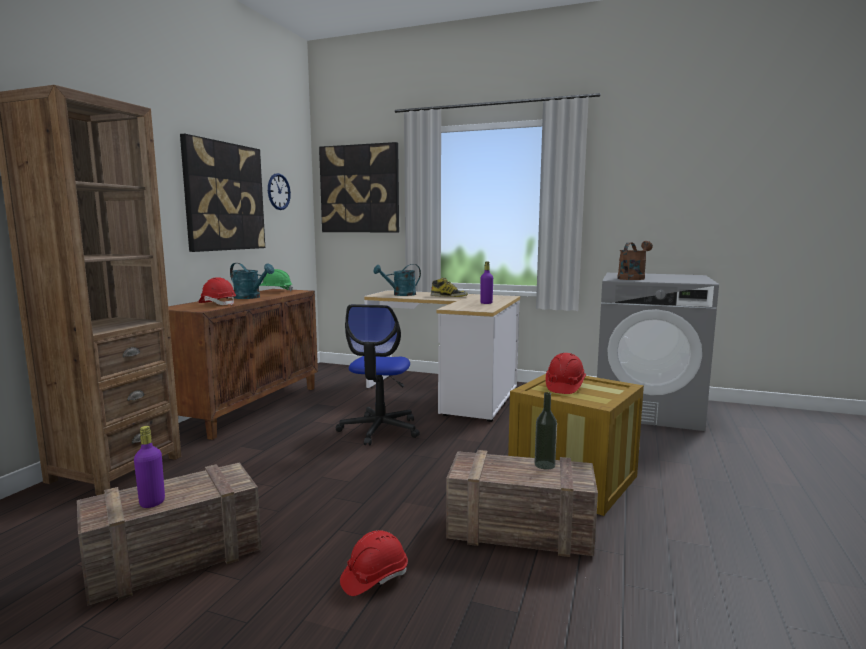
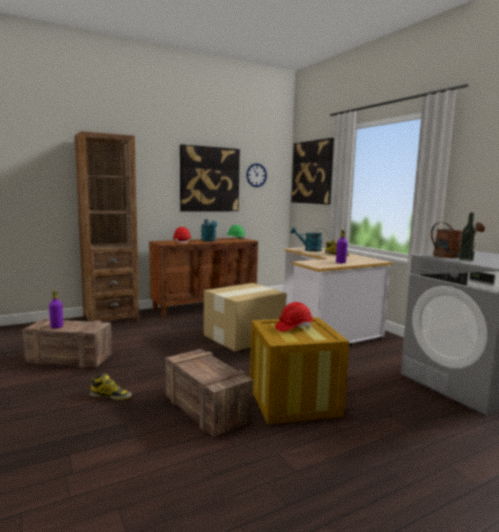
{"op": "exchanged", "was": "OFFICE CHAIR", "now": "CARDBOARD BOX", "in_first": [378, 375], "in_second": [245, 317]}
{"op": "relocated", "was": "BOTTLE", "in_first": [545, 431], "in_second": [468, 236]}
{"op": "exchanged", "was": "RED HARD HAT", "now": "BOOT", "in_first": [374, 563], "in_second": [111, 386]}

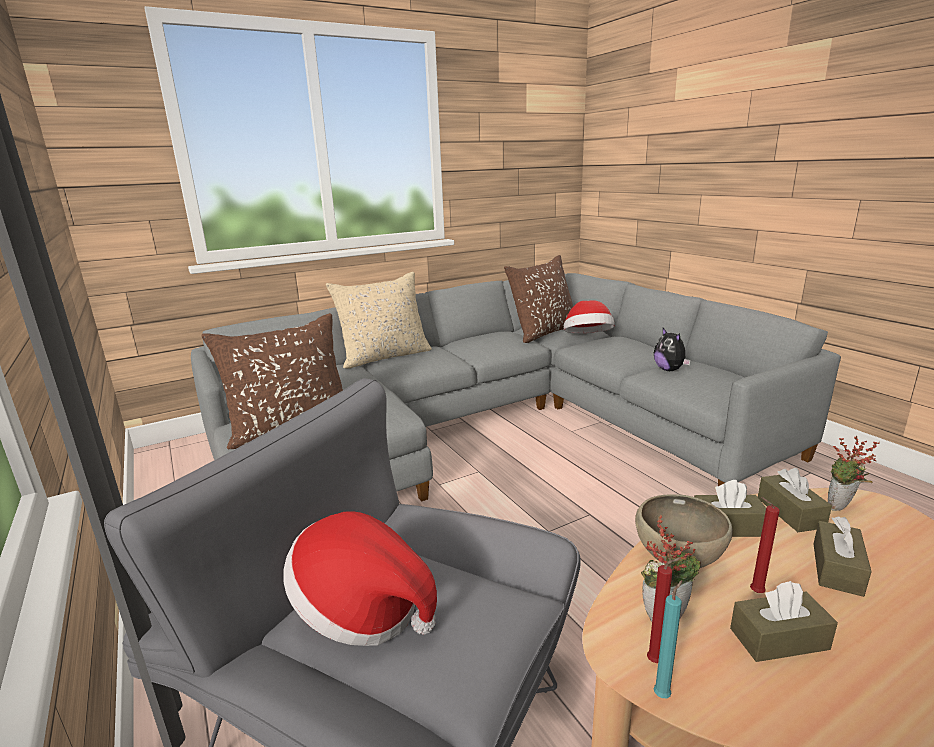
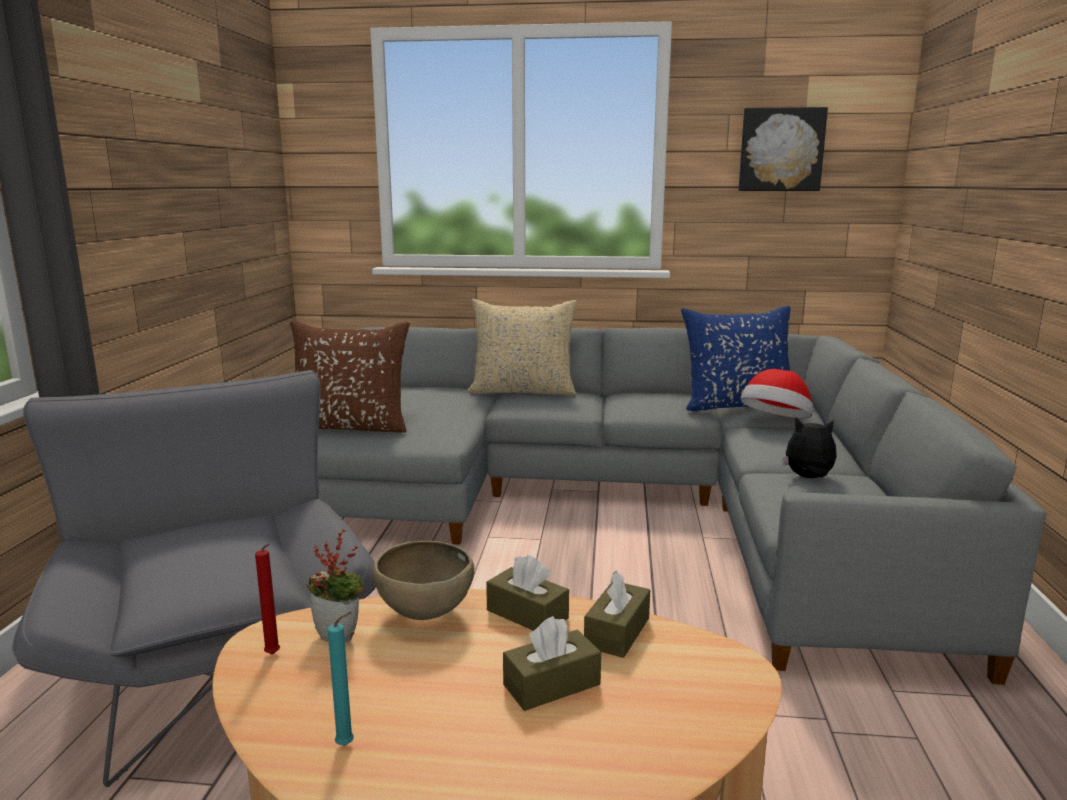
{"op": "colour", "was": "BROWN PILLOW", "now": "BLUE PILLOW", "in_first": [538, 299], "in_second": [736, 358]}
{"op": "spun", "was": "PLUSH TOY", "in_first": [672, 349], "in_second": [809, 448], "clockwise": 90}
{"op": "missing", "was": "POTTED PLANT", "in_first": [853, 473]}
{"op": "missing", "was": "RED CANDLE", "in_first": [765, 545]}
{"op": "missing", "was": "HAT", "in_first": [360, 579]}
{"op": "relocated", "was": "TURQUOISE CANDLE", "in_first": [667, 639], "in_second": [341, 678]}
{"op": "missing", "was": "BROWN TISSUE BOX", "in_first": [784, 621]}
{"op": "appeared", "now": "PICTURE", "in_second": [783, 149]}

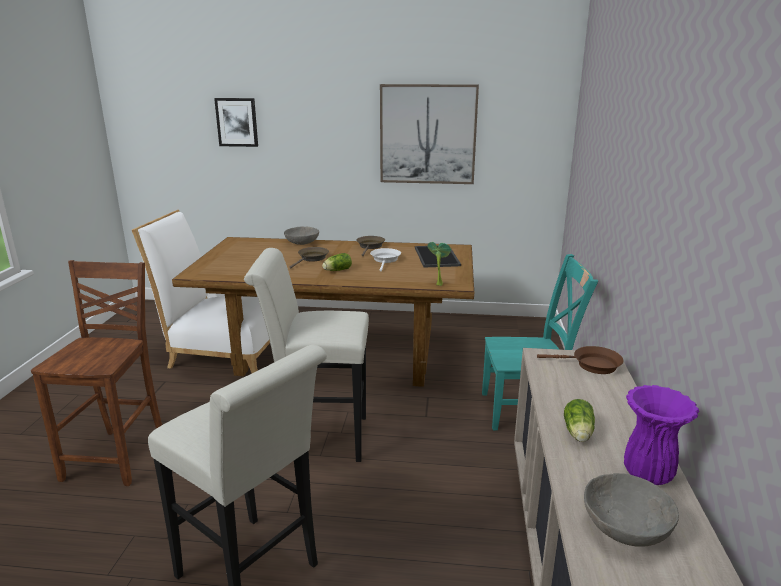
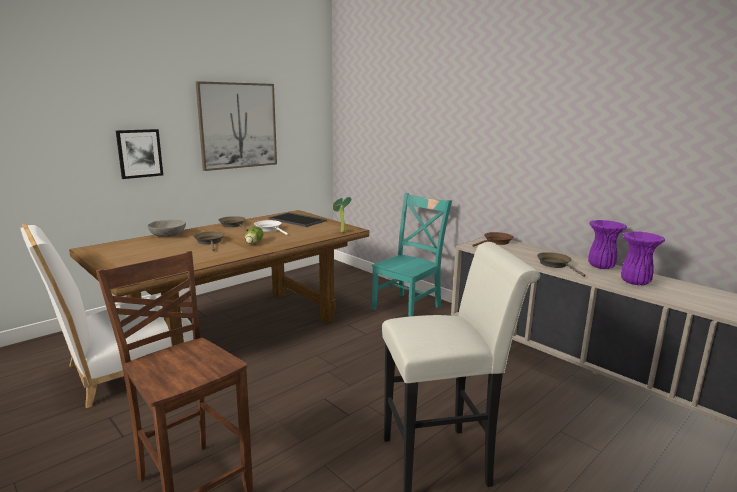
{"op": "relocated", "was": "PICTURE", "in_first": [236, 122], "in_second": [139, 154]}
{"op": "missing", "was": "WHITE STOOL", "in_first": [306, 355]}
{"op": "exchanged", "was": "LETTUCE", "now": "BROWN FRYING PAN", "in_first": [579, 420], "in_second": [561, 264]}
{"op": "exchanged", "was": "GREY BOWL", "now": "PURPLE VASE", "in_first": [631, 510], "in_second": [643, 258]}

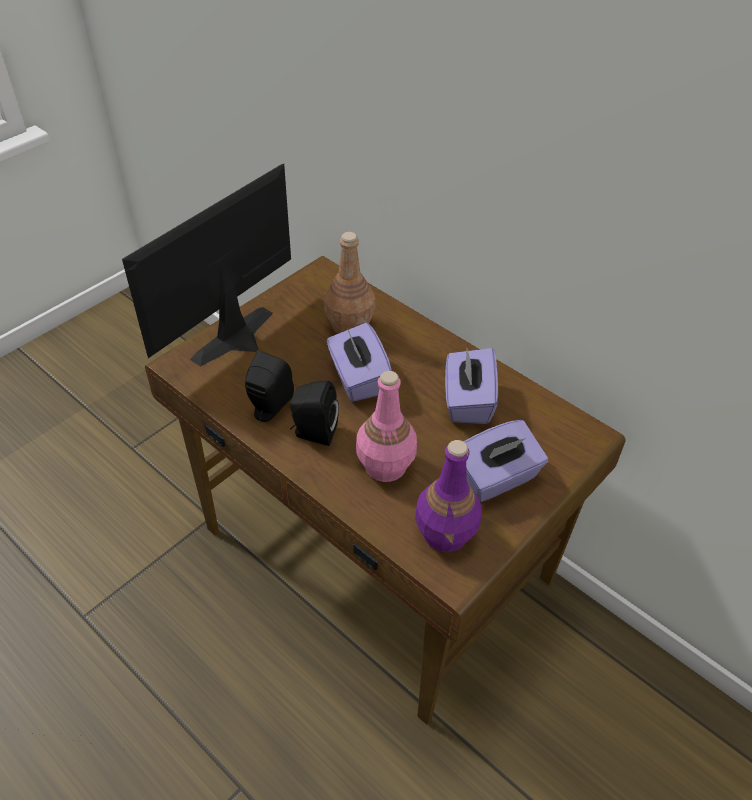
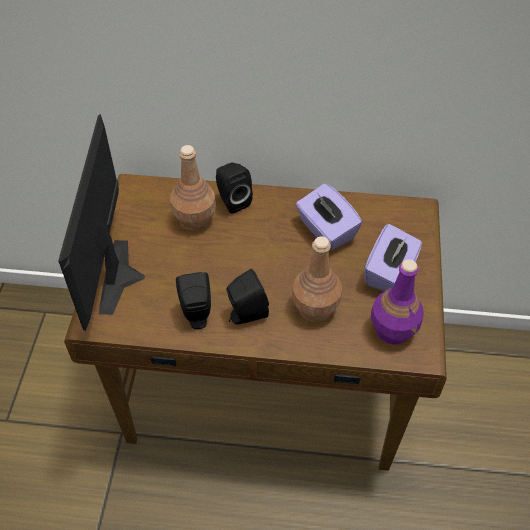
{"op": "missing", "was": "PURPLE TISSUE BOX", "in_first": [359, 362]}
{"op": "colour", "was": "PINK BOTTLE", "now": "BROWN BOTTLE", "in_first": [386, 426], "in_second": [317, 279]}
{"op": "appeared", "now": "BLACK SPEAKER", "in_second": [234, 188]}

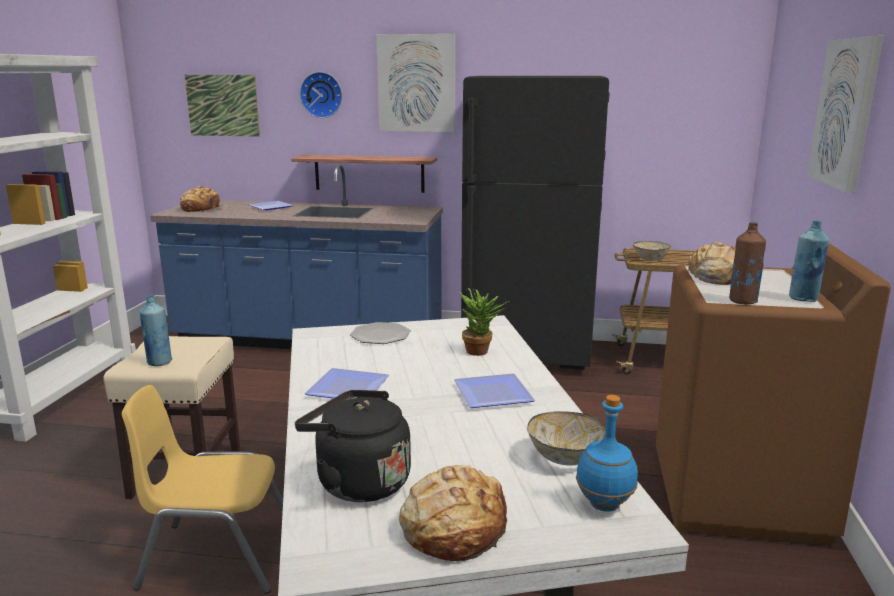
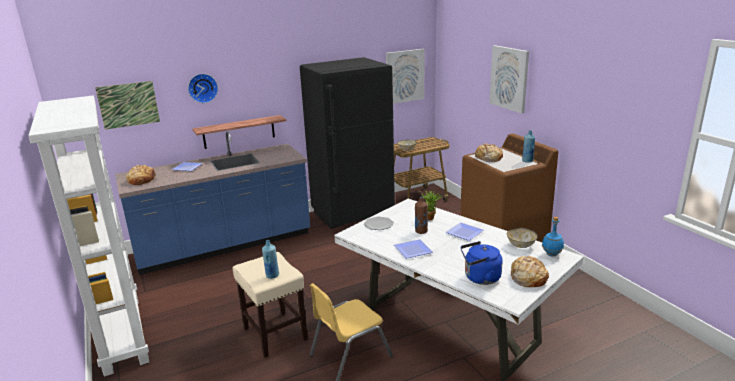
{"op": "relocated", "was": "PICTURE", "in_first": [415, 83], "in_second": [405, 76]}
{"op": "relocated", "was": "BROWN BOTTLE", "in_first": [747, 263], "in_second": [421, 215]}
{"op": "colour", "was": "BLACK KETTLE", "now": "BLUE KETTLE", "in_first": [353, 446], "in_second": [481, 263]}

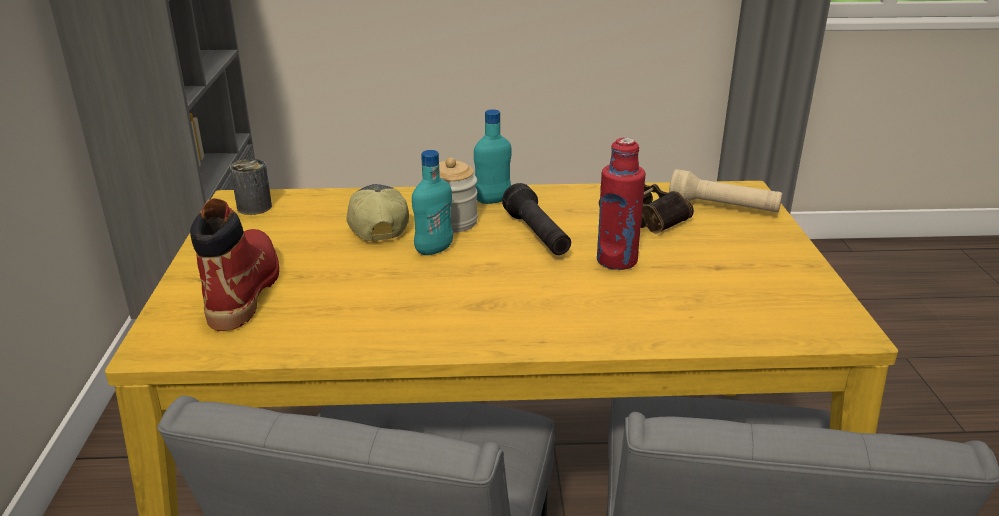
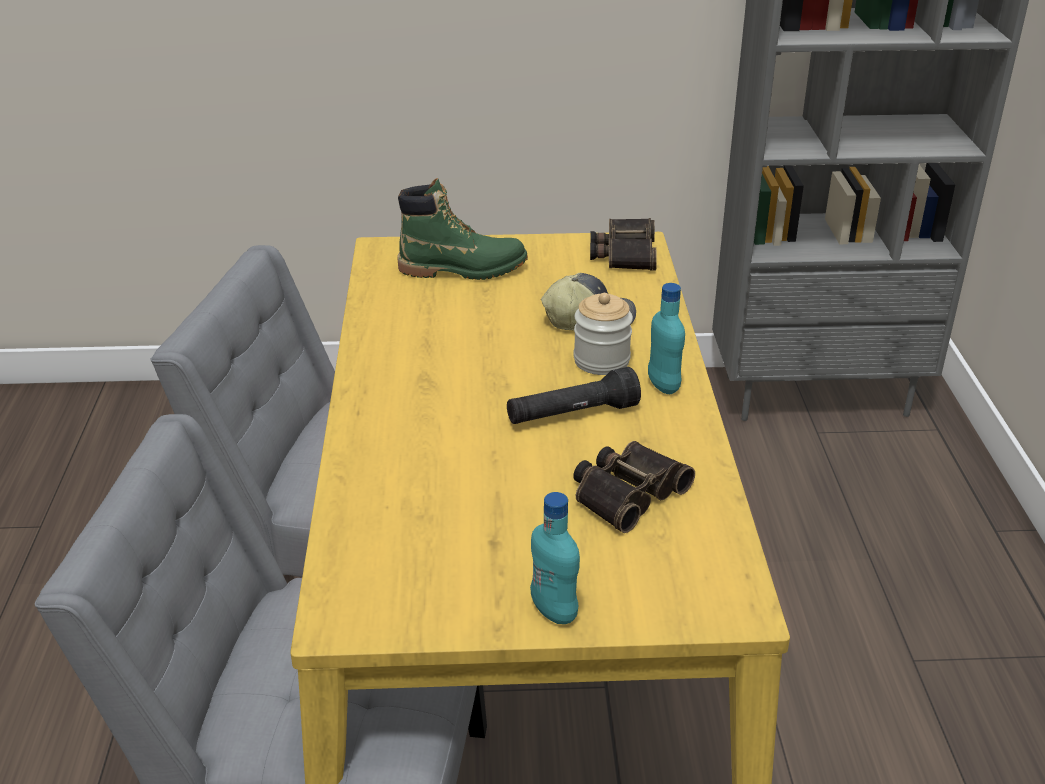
{"op": "missing", "was": "RED BOTTLE", "in_first": [621, 204]}
{"op": "relocated", "was": "TURQUOISE BOTTLE", "in_first": [432, 202], "in_second": [555, 558]}
{"op": "exchanged", "was": "CAN", "now": "BINOCULARS", "in_first": [251, 187], "in_second": [623, 244]}
{"op": "missing", "was": "BEIGE FLASHLIGHT", "in_first": [726, 190]}
{"op": "colour", "was": "RED BOOT", "now": "GREEN BOOT", "in_first": [234, 264], "in_second": [463, 229]}

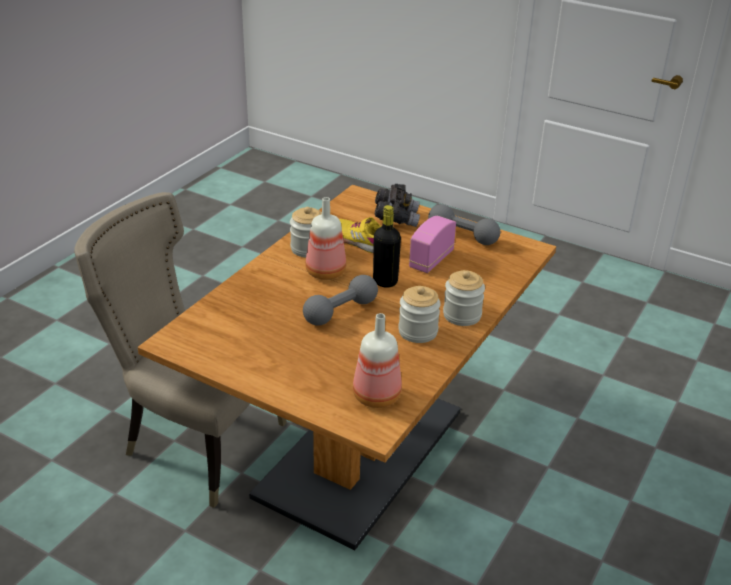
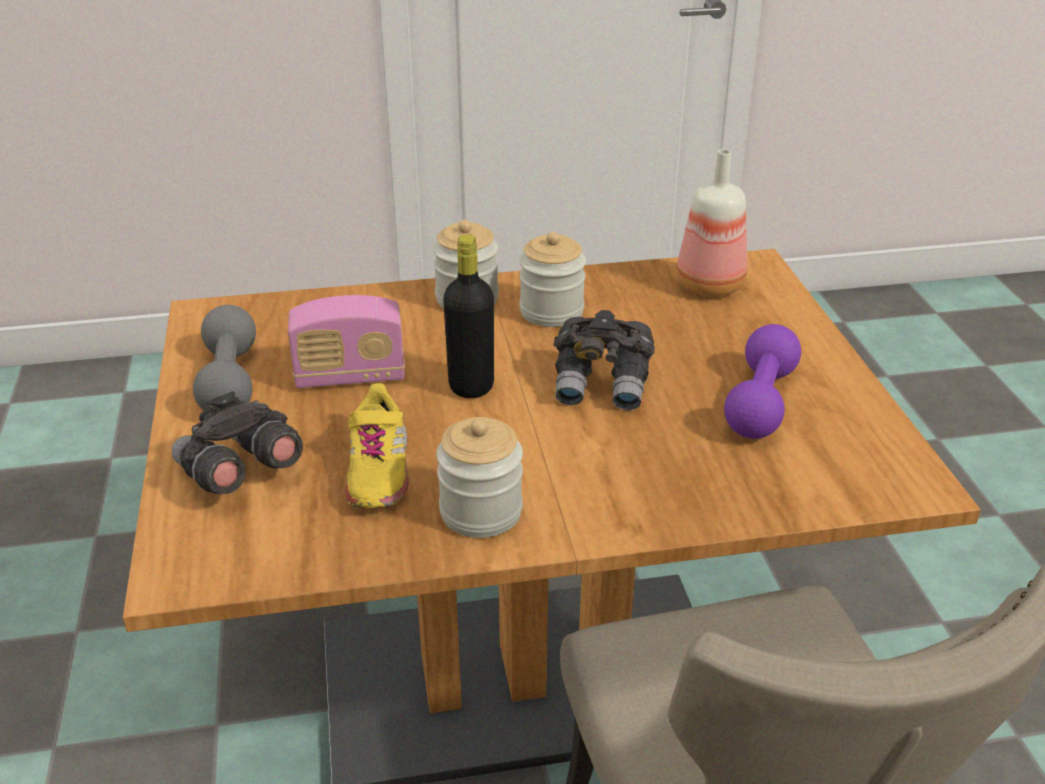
{"op": "missing", "was": "BOTTLE", "in_first": [325, 238]}
{"op": "exchanged", "was": "GREY DUMBBELL", "now": "GREY BINOCULARS", "in_first": [340, 300], "in_second": [604, 360]}
{"op": "appeared", "now": "PURPLE DUMBBELL", "in_second": [762, 381]}

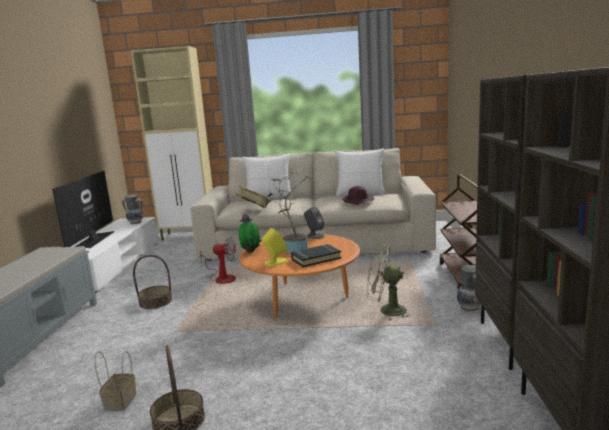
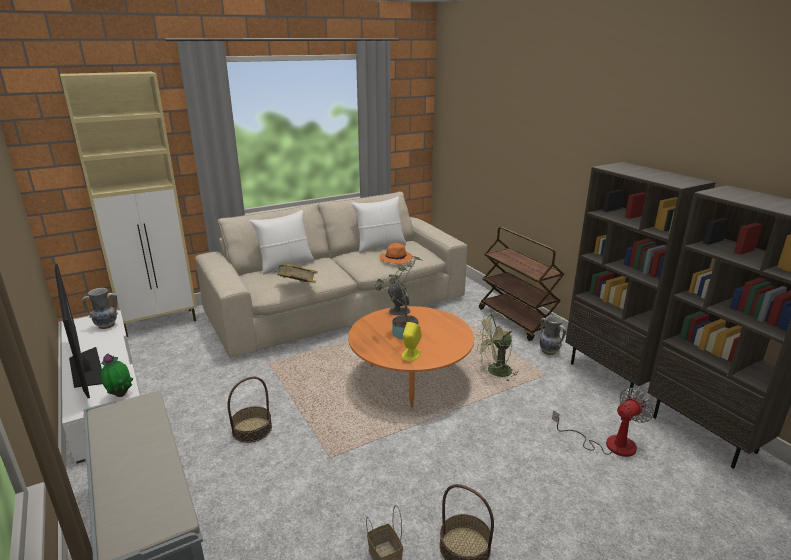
{"op": "colour", "was": "PURPLE HAT", "now": "ORANGE HAT", "in_first": [358, 195], "in_second": [396, 254]}
{"op": "relocated", "was": "POTTED PLANT", "in_first": [249, 233], "in_second": [117, 375]}
{"op": "relocated", "was": "FAN", "in_first": [218, 260], "in_second": [603, 422]}
{"op": "missing", "was": "BLACK BOOK", "in_first": [316, 255]}

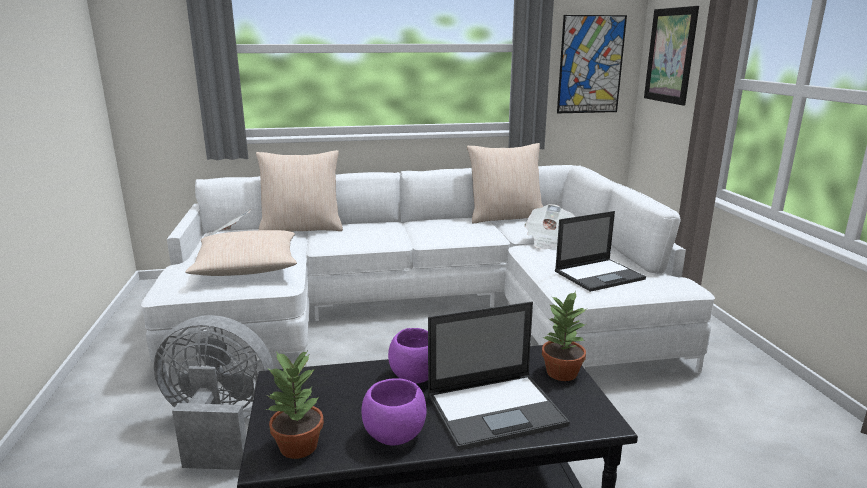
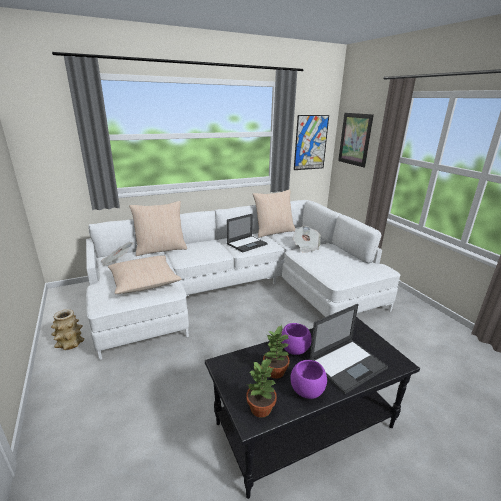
{"op": "relocated", "was": "LAPTOP", "in_first": [600, 251], "in_second": [247, 232]}
{"op": "relocated", "was": "POTTED PLANT", "in_first": [564, 336], "in_second": [276, 352]}
{"op": "missing", "was": "GREY FAN", "in_first": [213, 392]}
{"op": "appeared", "now": "VASE", "in_second": [67, 329]}

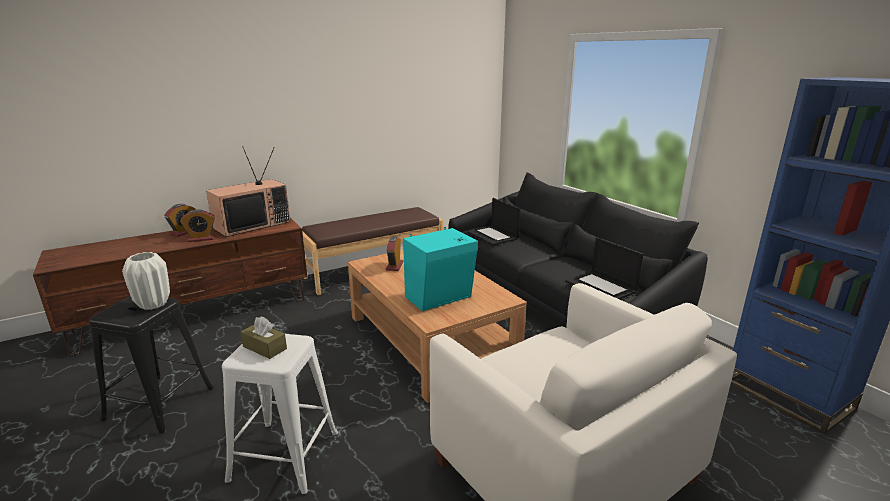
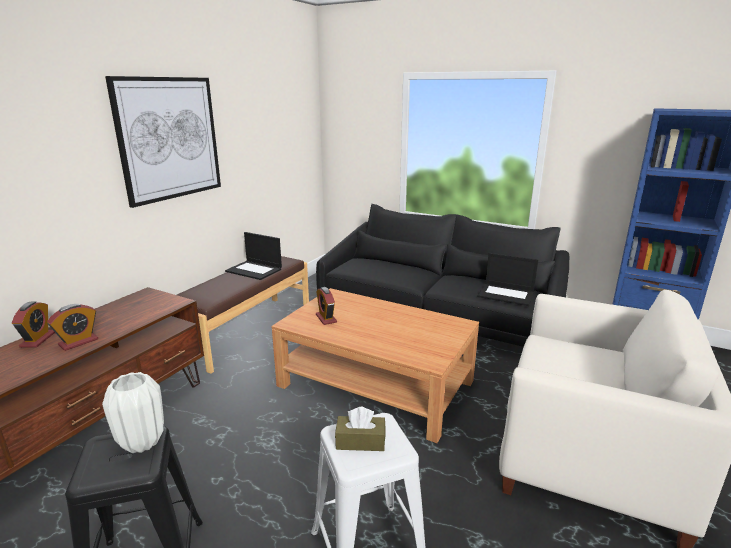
{"op": "missing", "was": "TELEVISION", "in_first": [248, 191]}
{"op": "relocated", "was": "LAPTOP", "in_first": [494, 221], "in_second": [253, 256]}
{"op": "missing", "was": "TURQUOISE SPEAKER", "in_first": [440, 269]}
{"op": "appeared", "now": "PICTURE", "in_second": [163, 142]}

